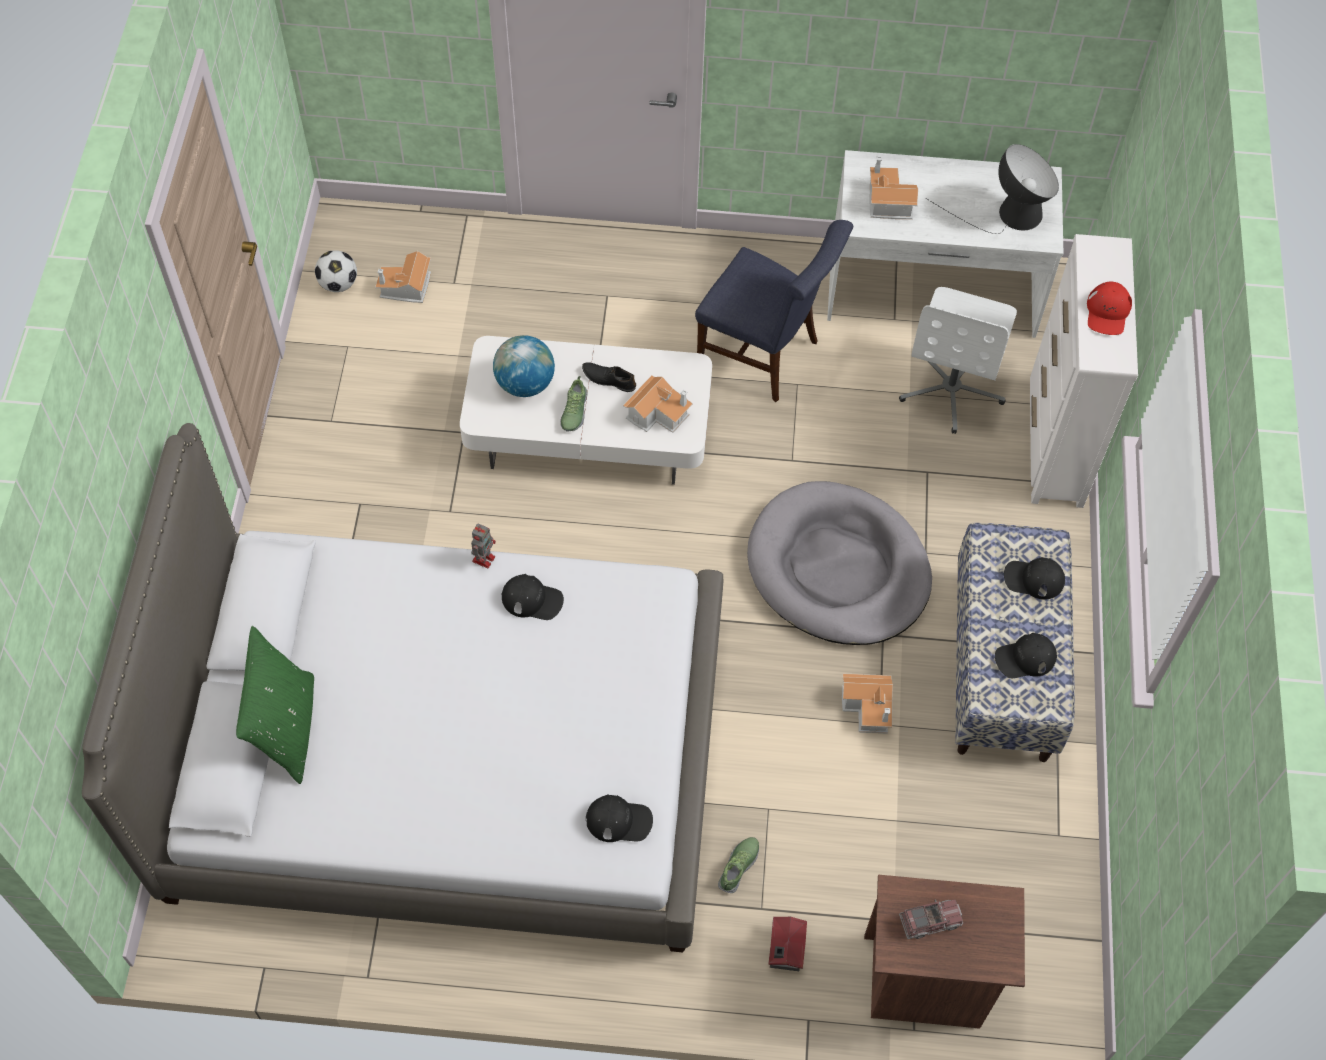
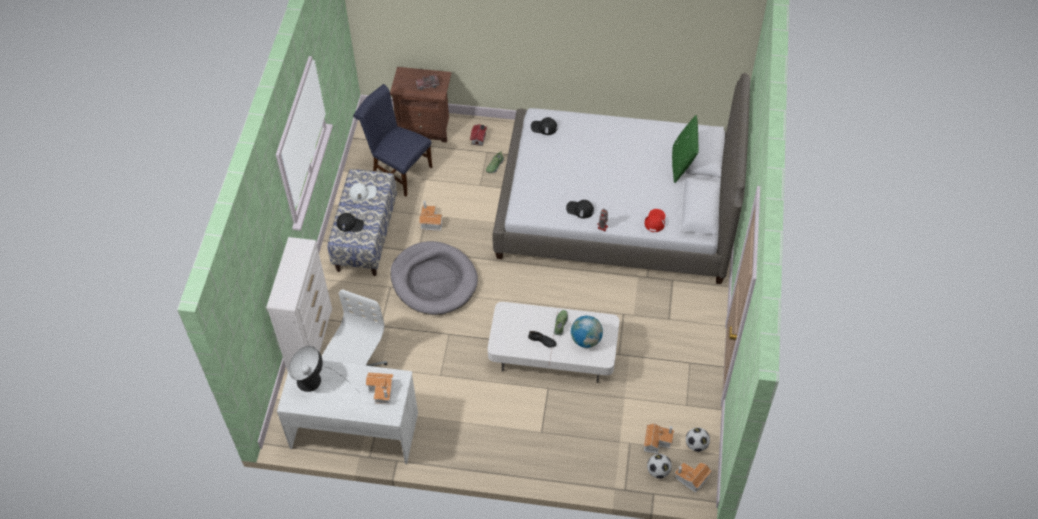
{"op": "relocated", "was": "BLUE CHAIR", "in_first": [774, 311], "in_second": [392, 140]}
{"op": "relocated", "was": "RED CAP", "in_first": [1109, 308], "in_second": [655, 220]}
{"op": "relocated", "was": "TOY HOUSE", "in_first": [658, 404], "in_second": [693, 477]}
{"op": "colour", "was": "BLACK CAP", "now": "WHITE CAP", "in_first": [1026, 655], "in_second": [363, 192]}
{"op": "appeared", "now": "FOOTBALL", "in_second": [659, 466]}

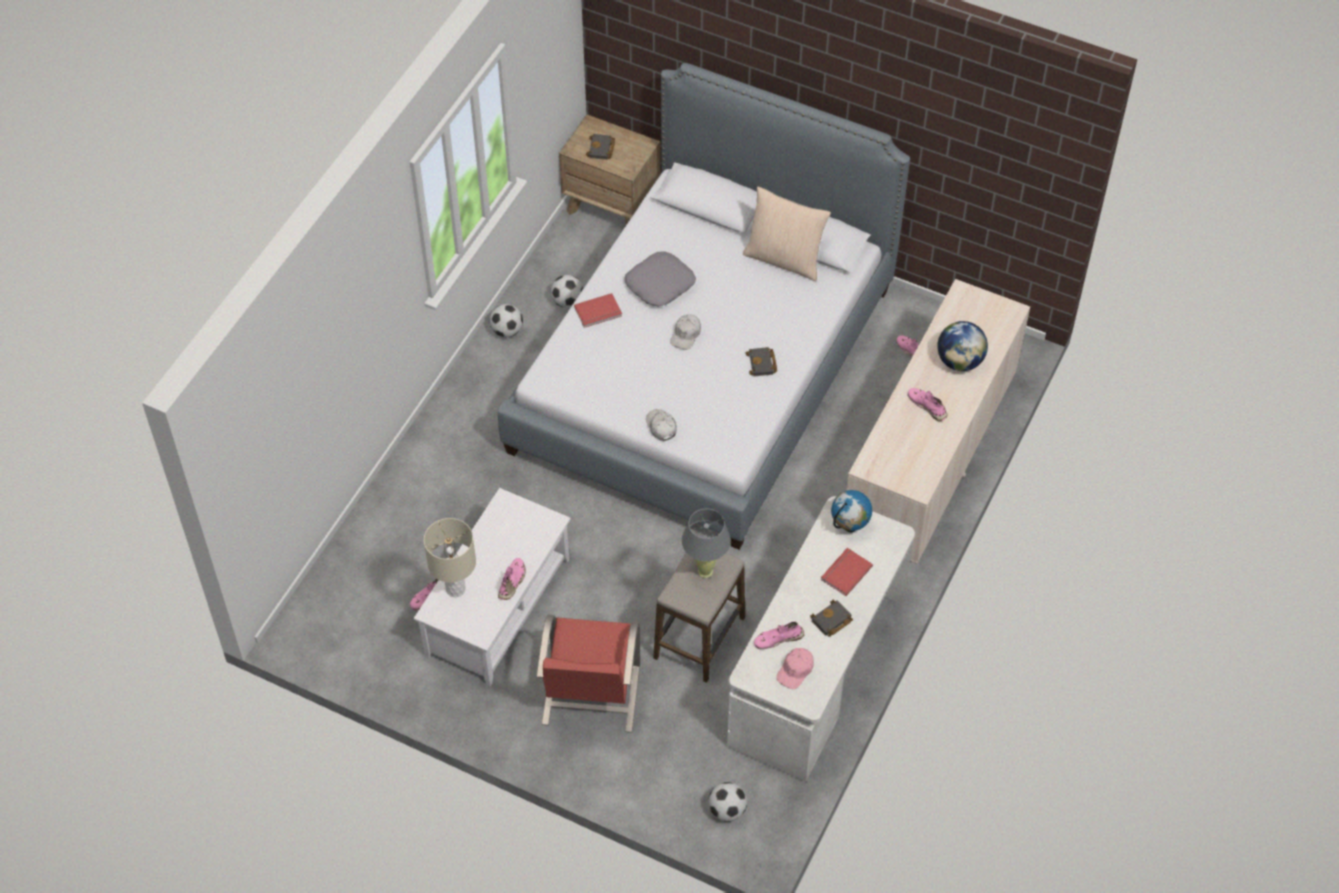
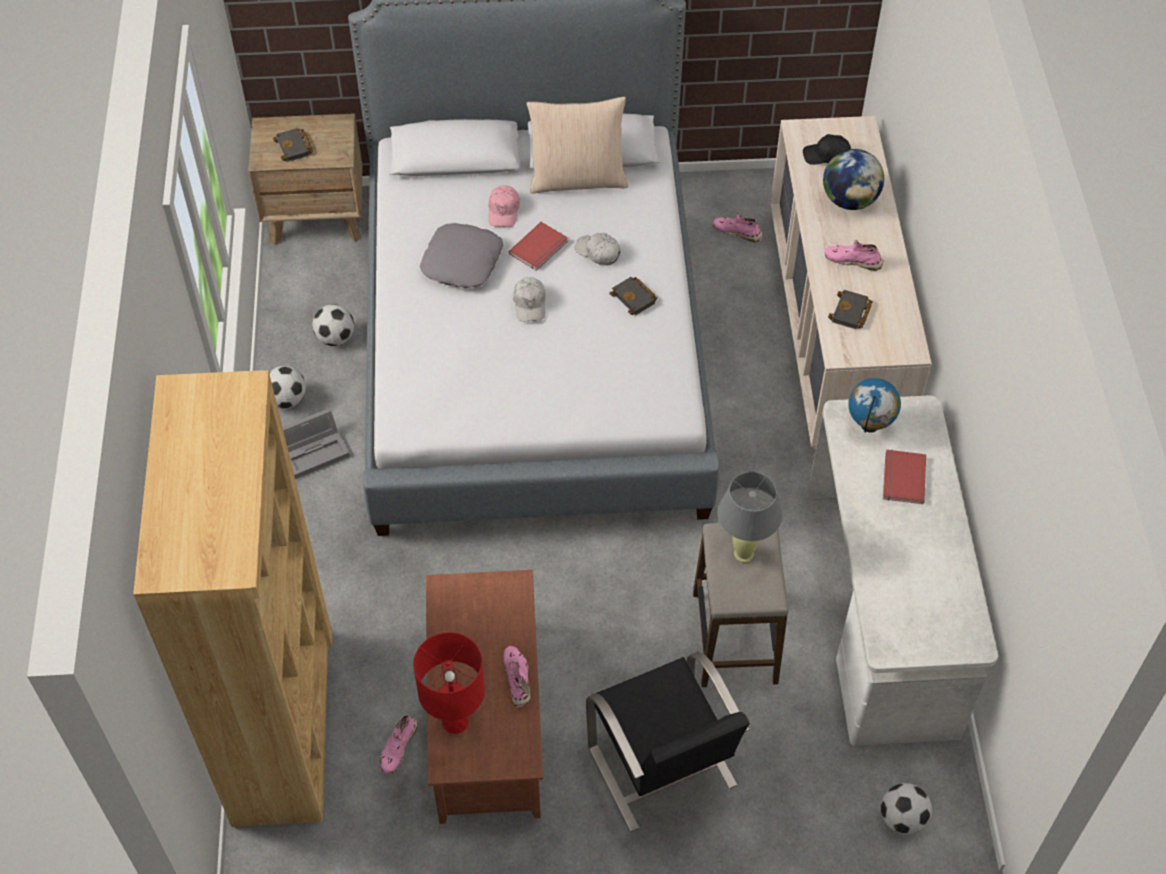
{"op": "relocated", "was": "RED BOOK", "in_first": [598, 310], "in_second": [538, 246]}
{"op": "relocated", "was": "WHITE CAP", "in_first": [661, 425], "in_second": [597, 249]}
{"op": "colour", "was": "WHITE COFFEE TABLE", "now": "BROWN COFFEE TABLE", "in_first": [492, 587], "in_second": [484, 697]}
{"op": "colour", "was": "BEIGE TABLE LAMP", "now": "RED TABLE LAMP", "in_first": [450, 557], "in_second": [449, 683]}
{"op": "relocated", "was": "BLACK BOOK", "in_first": [831, 618], "in_second": [850, 309]}
{"op": "colour", "was": "RED CHAIR", "now": "BLACK CHAIR", "in_first": [588, 674], "in_second": [668, 741]}
{"op": "missing", "was": "PINK SHOE", "in_first": [779, 635]}
{"op": "relocated", "was": "PINK CAP", "in_first": [795, 668], "in_second": [504, 206]}
{"op": "appeared", "now": "BLACK CAP", "in_second": [827, 149]}
{"op": "appeared", "now": "BROWN BOOKCASE", "in_second": [232, 598]}
{"op": "appeared", "now": "GREY STORAGE BOX", "in_second": [316, 443]}

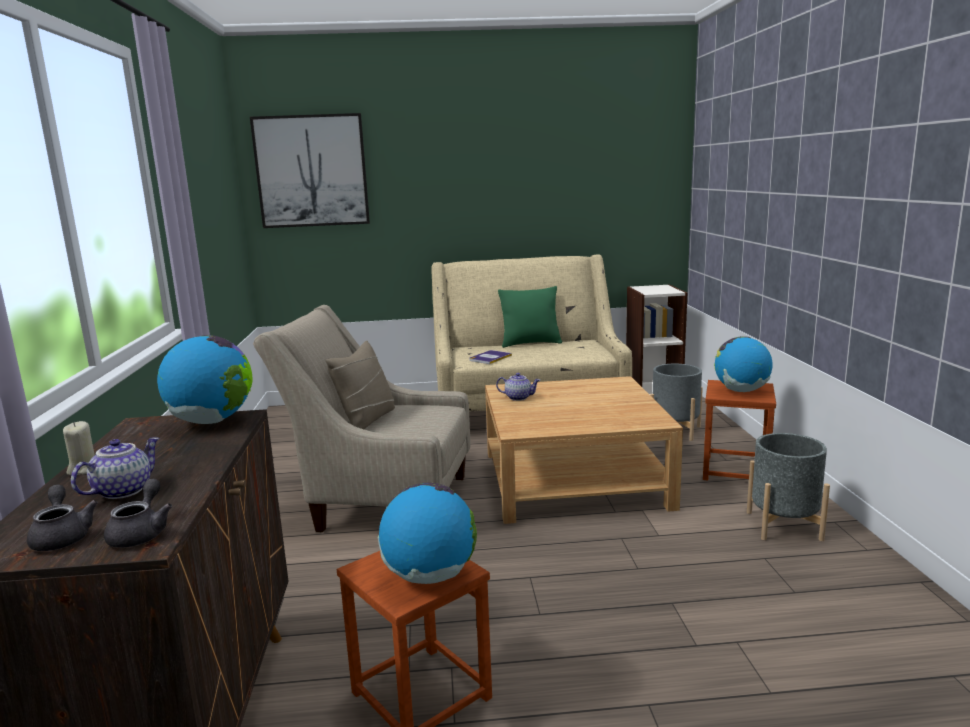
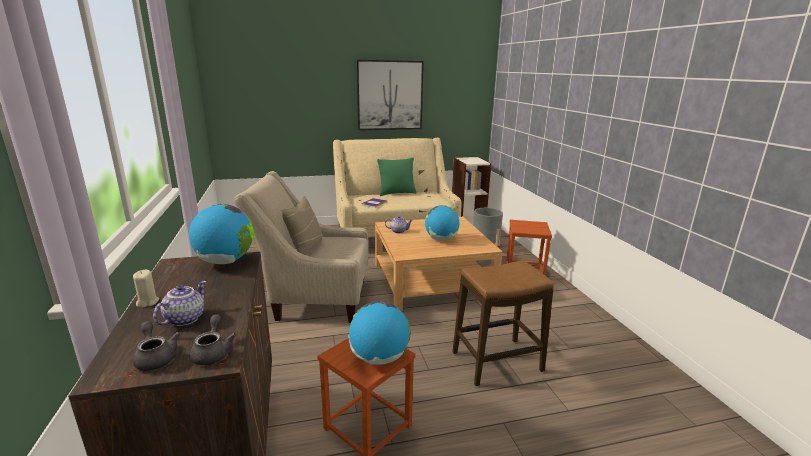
{"op": "relocated", "was": "PICTURE", "in_first": [310, 170], "in_second": [390, 95]}
{"op": "relocated", "was": "GLOBE", "in_first": [743, 364], "in_second": [442, 223]}
{"op": "missing", "was": "GREY PLANTER", "in_first": [788, 487]}
{"op": "appeared", "now": "STOOL", "in_second": [503, 323]}

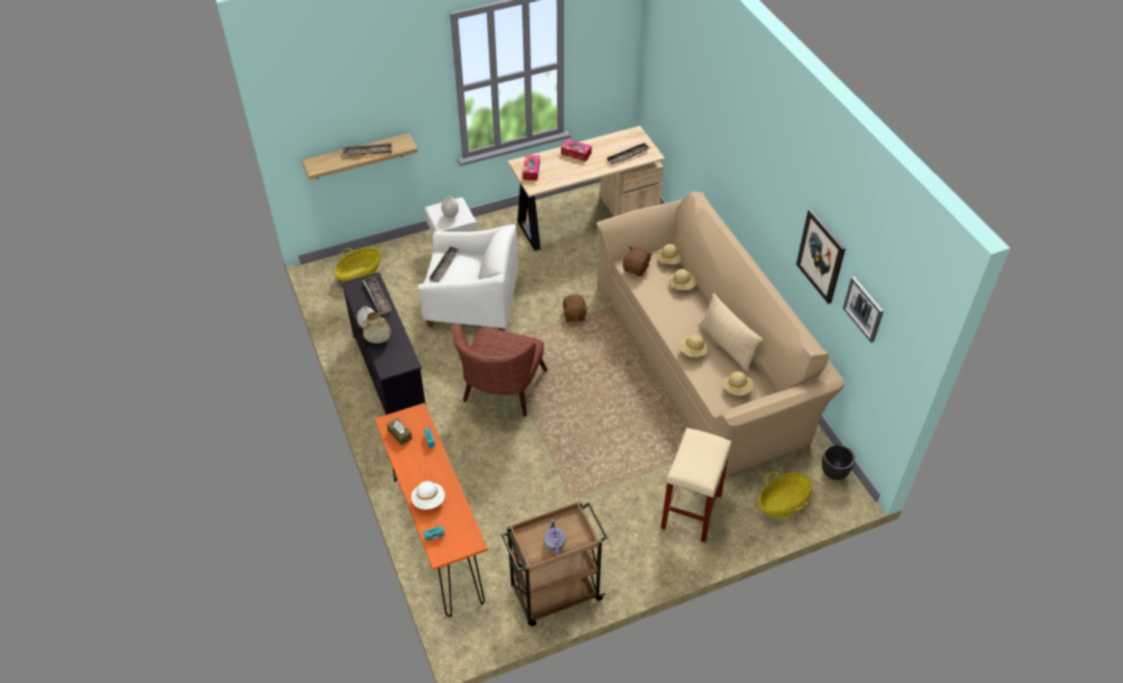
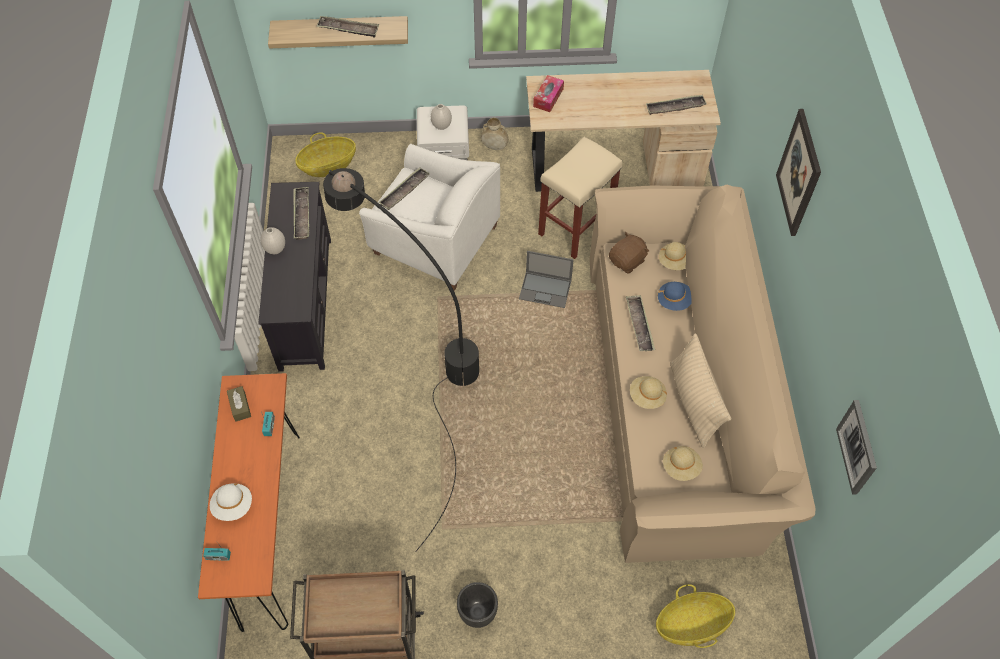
{"op": "missing", "was": "TISSUE BOX", "in_first": [576, 150]}
{"op": "relocated", "was": "PICTURE", "in_first": [821, 256], "in_second": [798, 172]}
{"op": "colour", "was": "BEIGE HAT", "now": "BLUE HAT", "in_first": [683, 279], "in_second": [674, 296]}
{"op": "exchanged", "was": "BROWN PLUSH TOY", "now": "LAPTOP", "in_first": [575, 308], "in_second": [546, 279]}
{"op": "relocated", "was": "BEIGE VASE", "in_first": [377, 327], "in_second": [494, 134]}
{"op": "exchanged", "was": "BROWN ARMCHAIR", "now": "BLACK FLOOR LAMP", "in_first": [500, 369], "in_second": [401, 360]}
{"op": "relocated", "was": "BEIGE STOOL", "in_first": [696, 485], "in_second": [580, 198]}
{"op": "relocated", "was": "BLACK PLANTER", "in_first": [838, 462], "in_second": [477, 605]}
{"op": "missing", "was": "TEAPOT", "in_first": [555, 537]}
{"op": "appeared", "now": "TRAY", "in_second": [640, 323]}

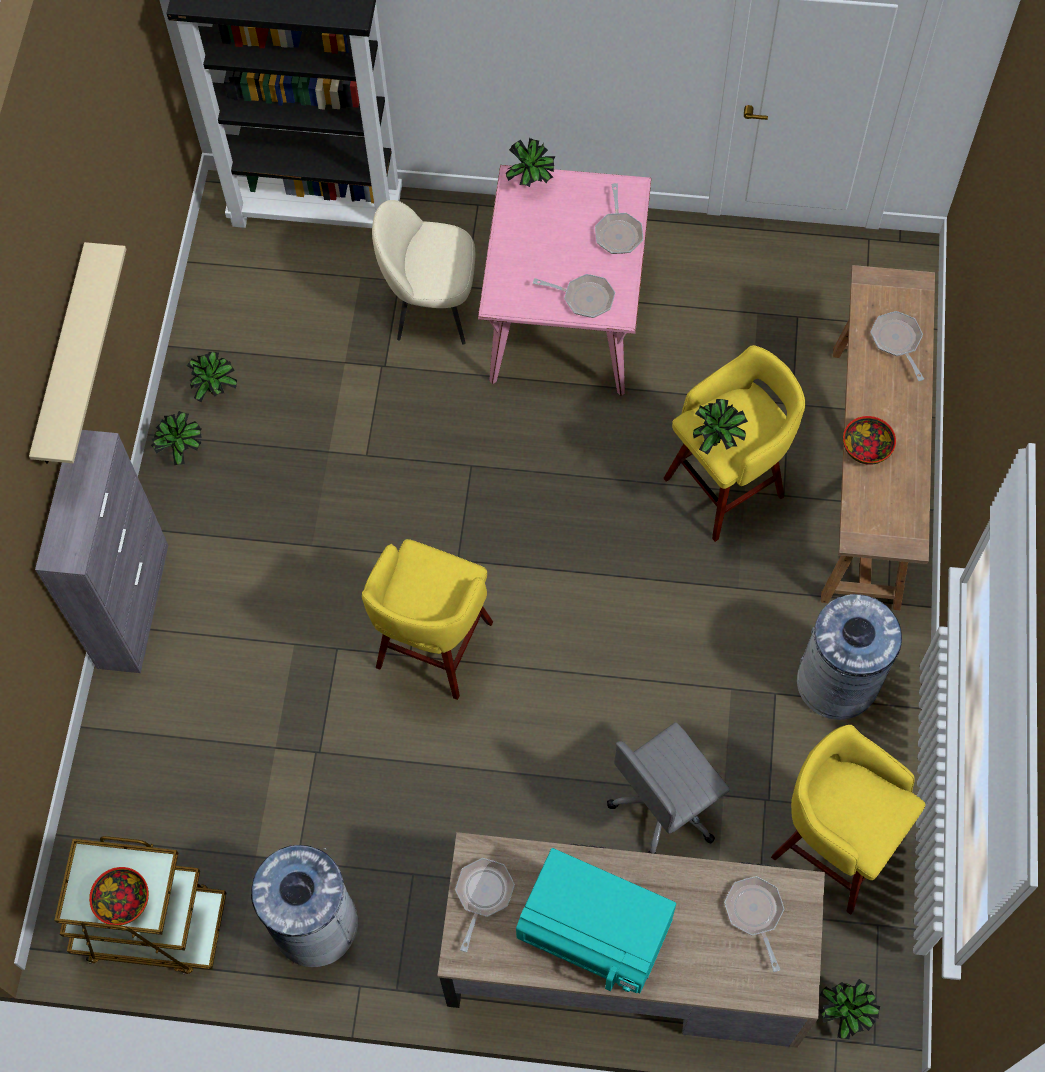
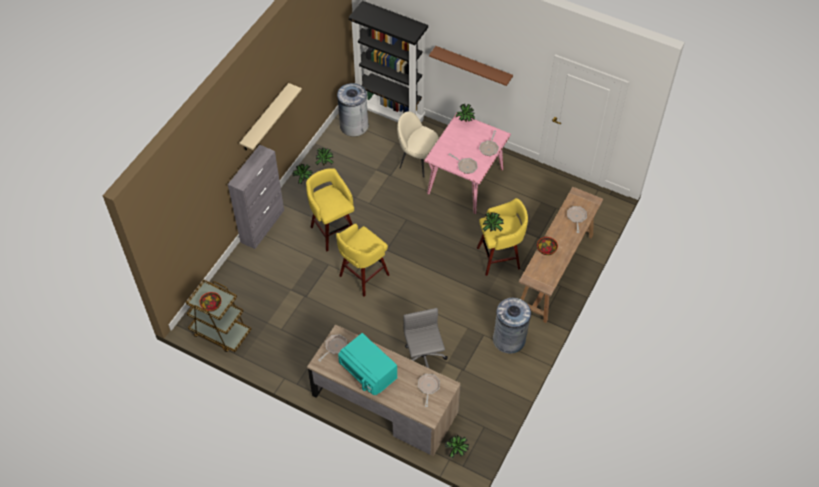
{"op": "spun", "was": "GREY OFFICE CHAIR", "in_first": [668, 788], "in_second": [425, 338], "clockwise": 90}
{"op": "relocated", "was": "YELLOW STOOL", "in_first": [848, 820], "in_second": [330, 209]}
{"op": "relocated", "was": "GREY TRASH CAN", "in_first": [304, 906], "in_second": [353, 110]}
{"op": "appeared", "now": "BROWN SHELF", "in_second": [471, 66]}

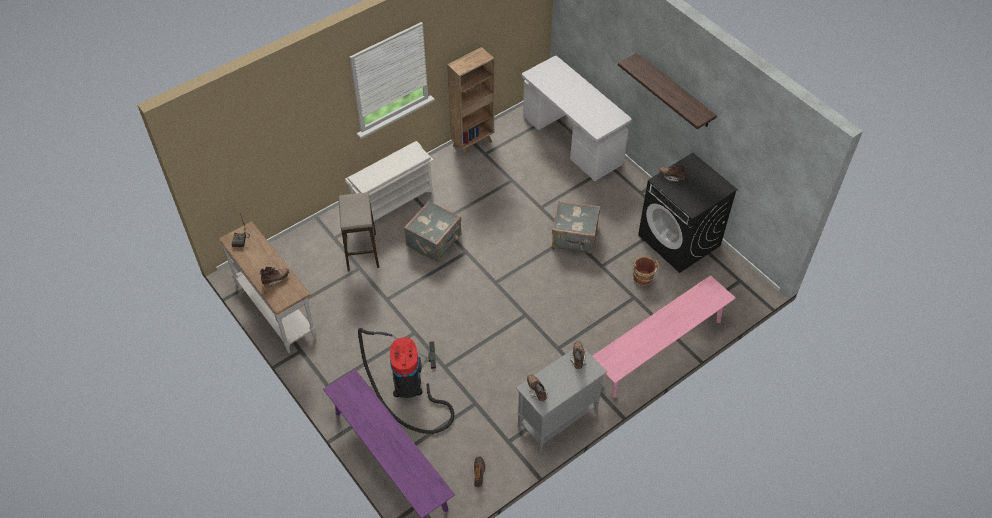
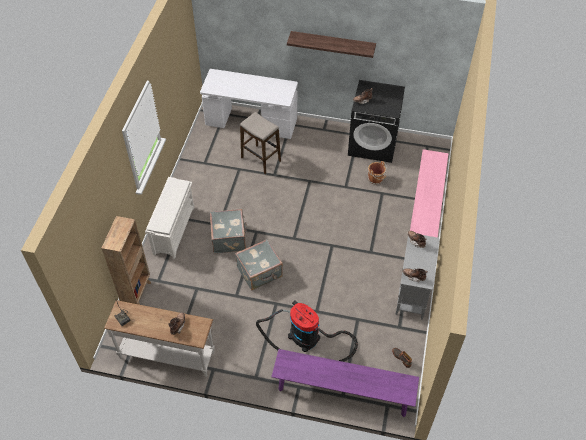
{"op": "relocated", "was": "BROWN BOOKCASE", "in_first": [470, 102], "in_second": [126, 260]}
{"op": "relocated", "was": "STOOL", "in_first": [358, 231], "in_second": [260, 143]}
{"op": "relocated", "was": "GREY SUITCASE", "in_first": [576, 227], "in_second": [259, 264]}

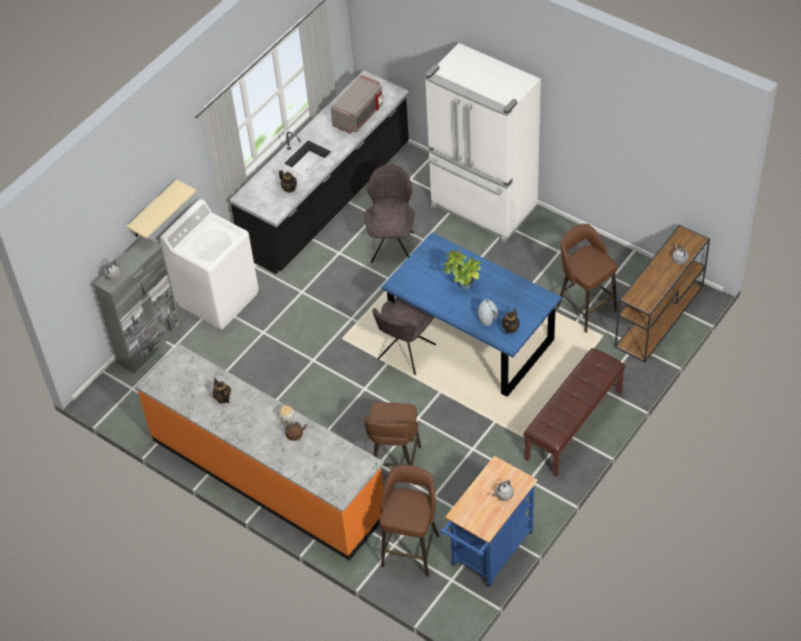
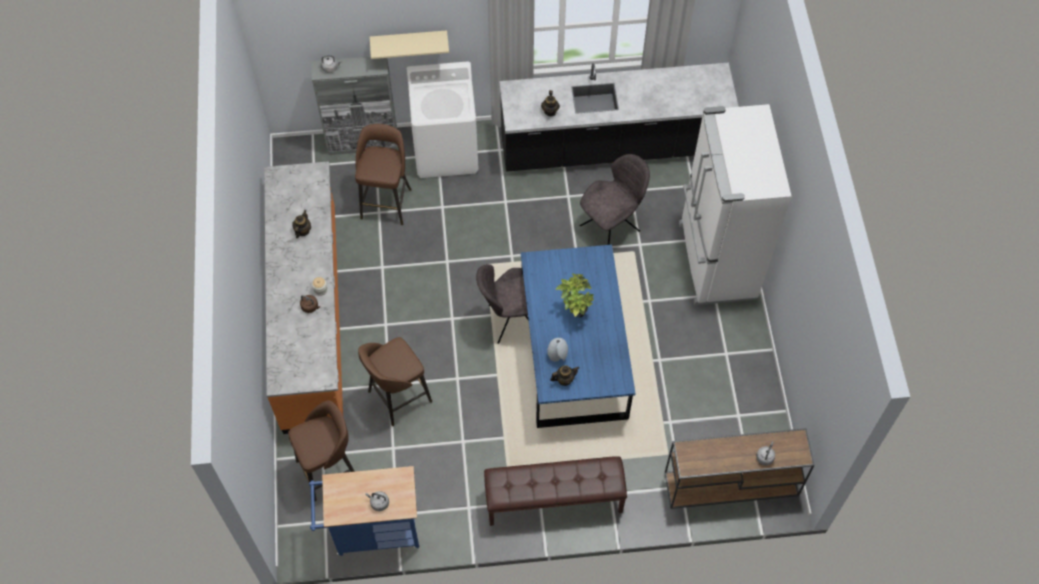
{"op": "missing", "was": "GREY MICROWAVE", "in_first": [357, 104]}
{"op": "relocated", "was": "BROWN STOOL", "in_first": [586, 278], "in_second": [383, 174]}

